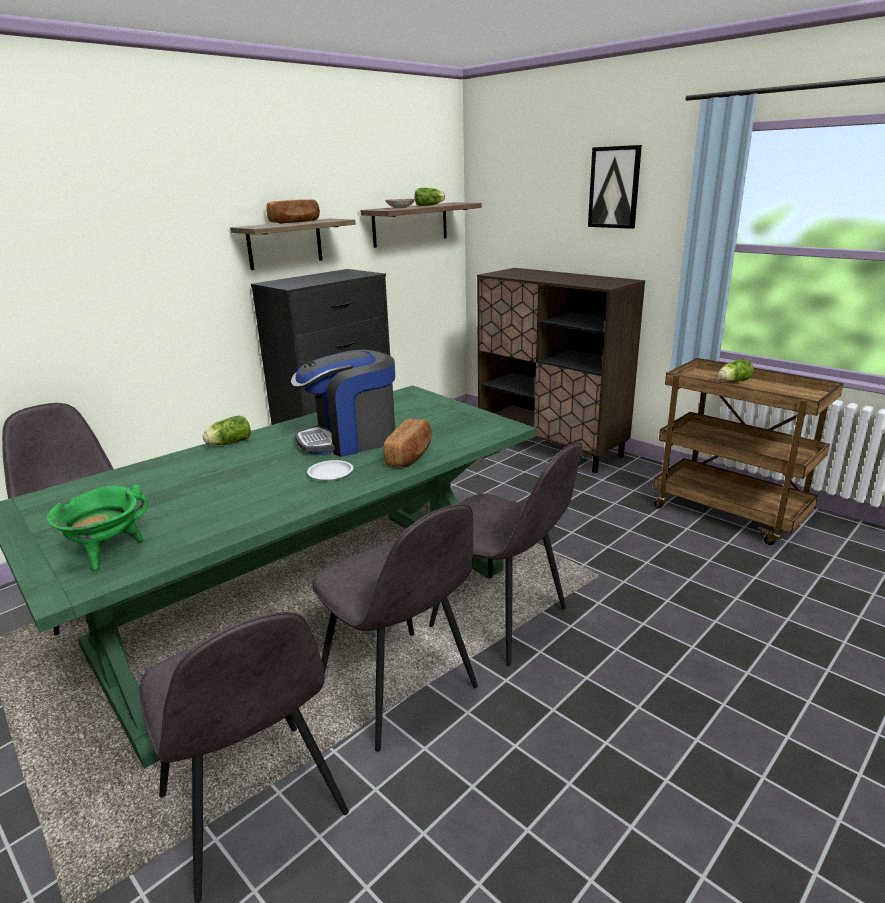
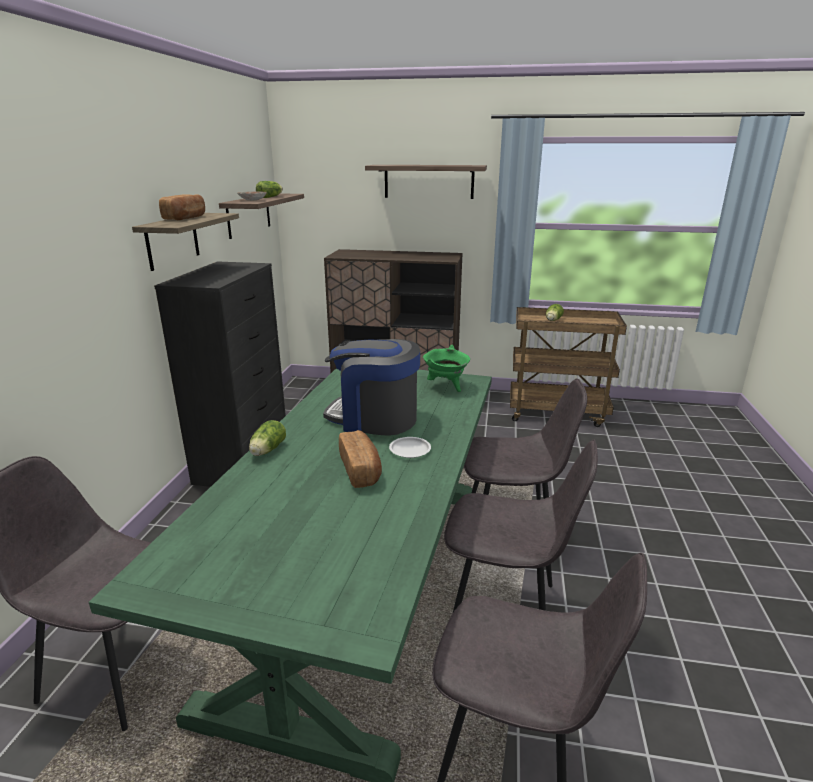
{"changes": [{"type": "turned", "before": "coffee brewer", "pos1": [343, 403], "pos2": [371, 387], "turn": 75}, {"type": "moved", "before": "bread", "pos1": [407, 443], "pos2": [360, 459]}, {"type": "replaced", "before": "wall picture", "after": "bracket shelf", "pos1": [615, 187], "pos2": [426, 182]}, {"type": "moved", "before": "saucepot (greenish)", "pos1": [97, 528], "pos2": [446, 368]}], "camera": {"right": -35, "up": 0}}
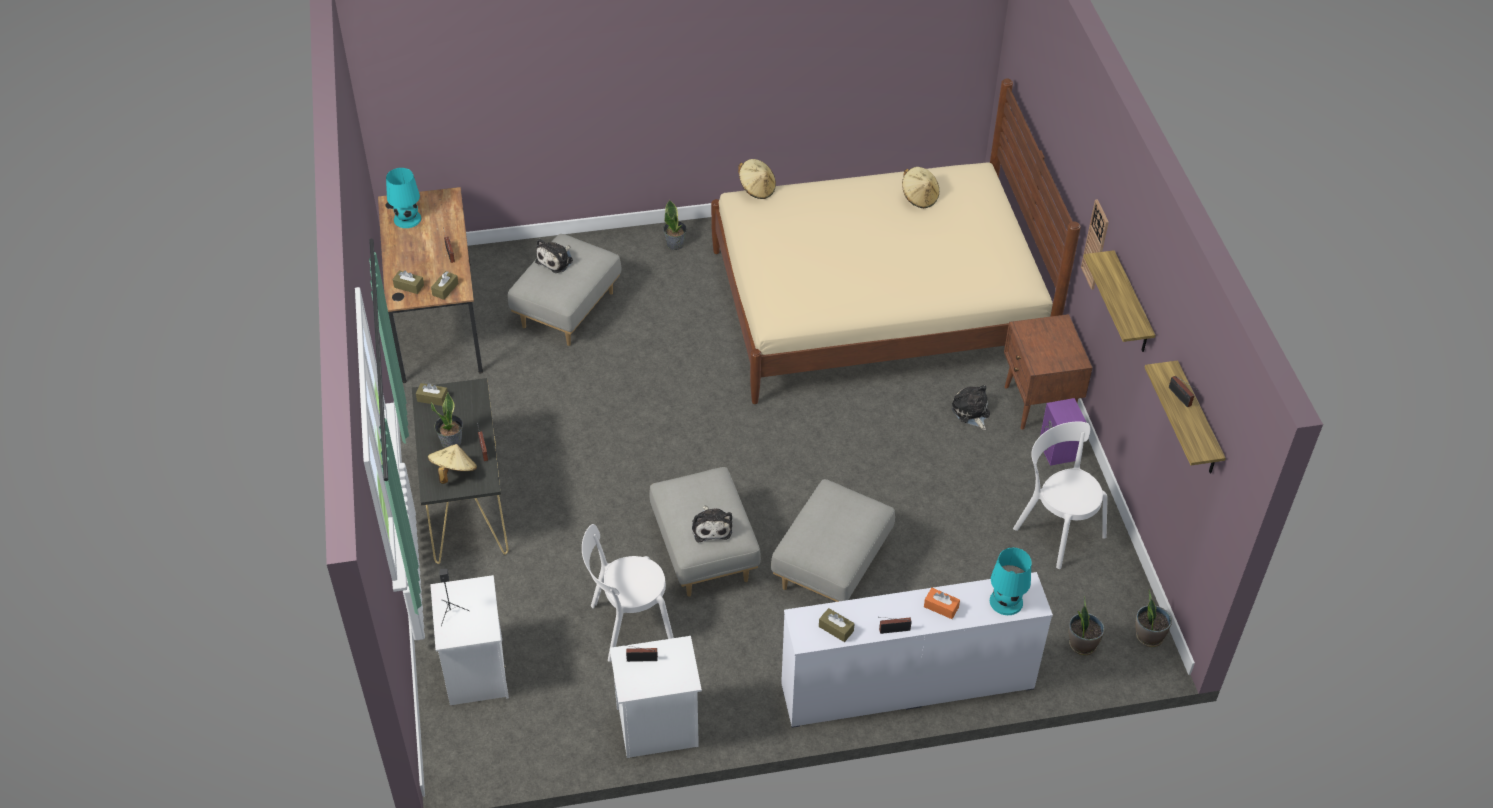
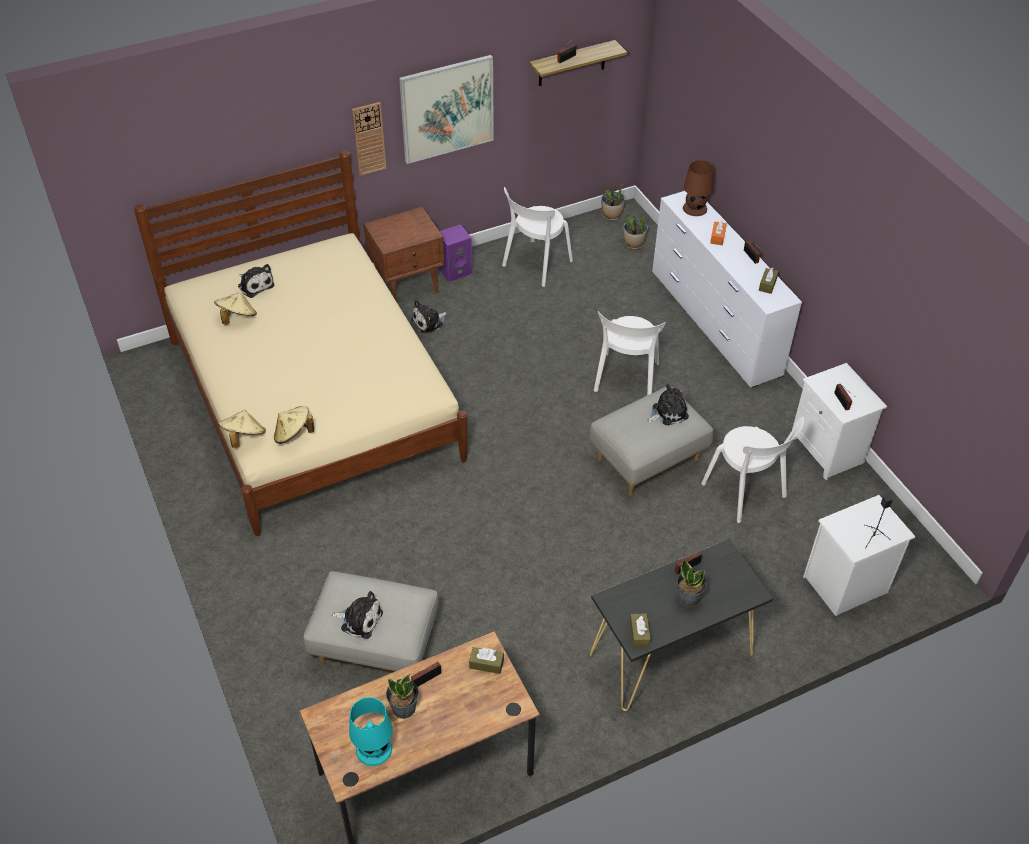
{"changes": [{"type": "added", "after": "soft toy", "pos2": [256, 281]}, {"type": "moved", "before": "clothing hat (beige)", "pos1": [452, 464], "pos2": [294, 425]}, {"type": "moved", "before": "plant in a pot", "pos1": [675, 225], "pos2": [402, 697]}, {"type": "replaced", "before": "bracket shelf", "after": "wall picture", "pos1": [1119, 301], "pos2": [446, 109]}, {"type": "replaced", "before": "footrest (greyish)", "after": "upright chair (white)", "pos1": [833, 540], "pos2": [630, 353]}, {"type": "recoloured", "before": "lamp for a table (blue-green)", "after": "lamp for a table (brownish)", "pos1": [1011, 581], "pos2": [698, 188]}, {"type": "removed", "before": "tissue holder (brownish)", "pos1": [408, 282]}], "camera": {"right": -105, "up": 0}}
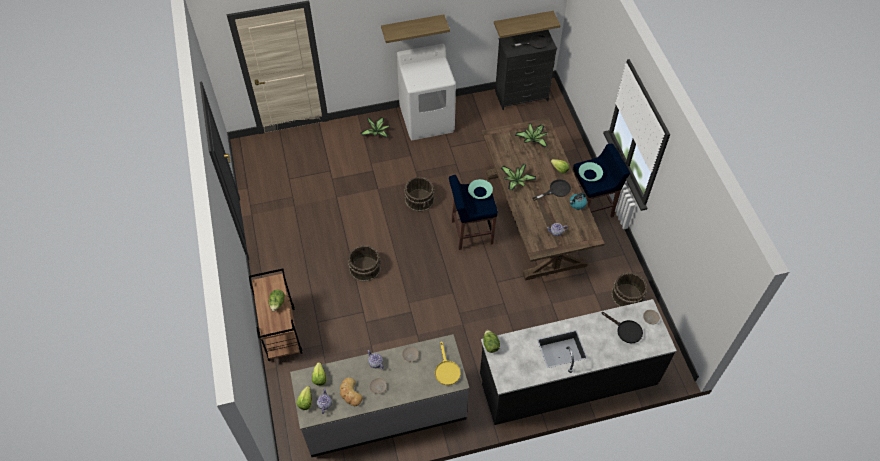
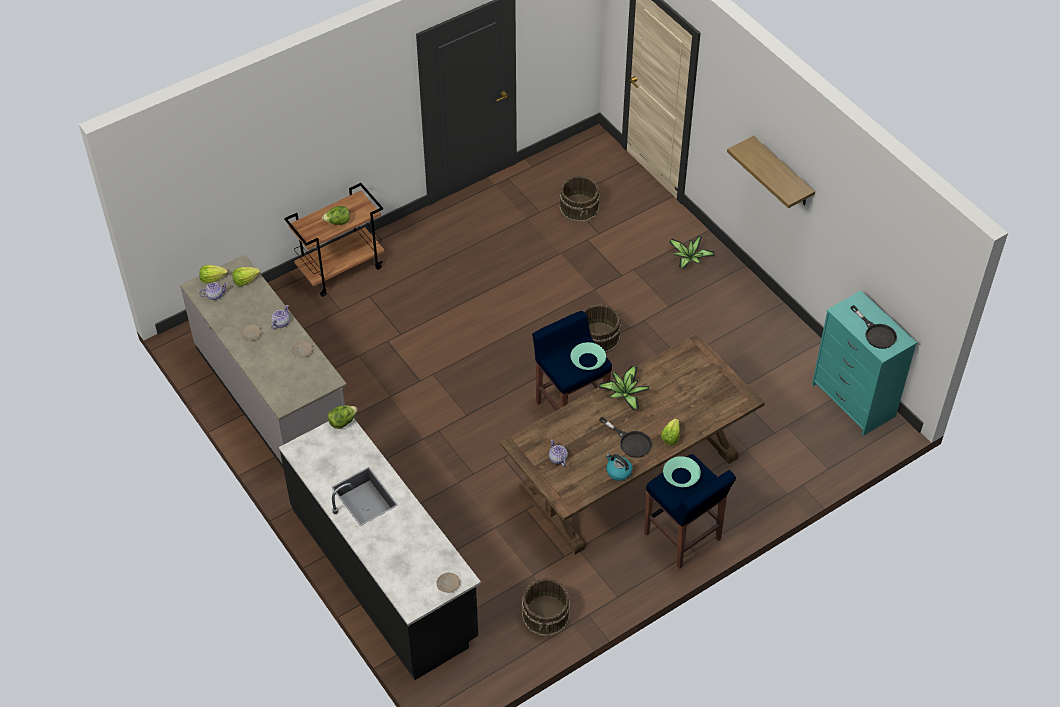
{"changes": [{"type": "moved", "before": "water bucket (brownish)", "pos1": [364, 263], "pos2": [579, 199]}, {"type": "recoloured", "before": "chest of drawers (blackish)", "after": "chest of drawers (blue-green)", "pos1": [526, 70], "pos2": [864, 363]}, {"type": "removed", "before": "bread", "pos1": [351, 392]}, {"type": "removed", "before": "laundry machine (white)", "pos1": [426, 92]}, {"type": "removed", "before": "pan (yellow-coloured)", "pos1": [447, 363]}, {"type": "removed", "before": "bracket shelf", "pos1": [527, 24]}, {"type": "removed", "before": "plant in a pot", "pos1": [531, 135]}, {"type": "removed", "before": "pan (blackish)", "pos1": [622, 327]}], "camera": {"right": 70, "up": -5}}
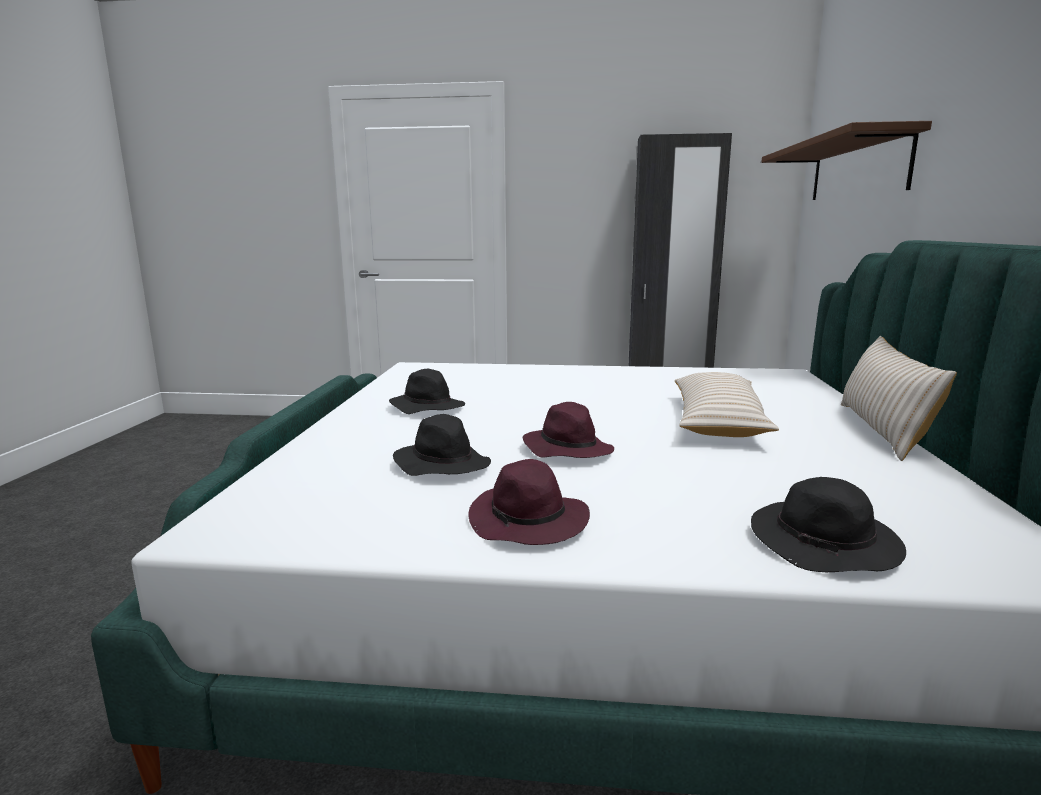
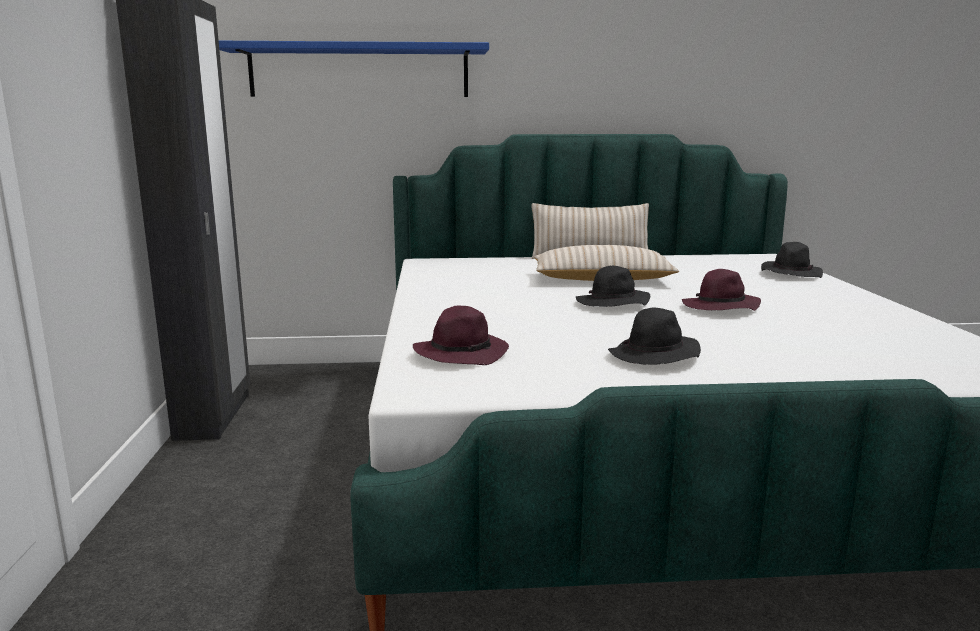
{"changes": [{"type": "recoloured", "before": "bracket shelf (brownish)", "after": "bracket shelf (blue)", "pos1": [846, 160], "pos2": [354, 69]}, {"type": "moved", "before": "clothing hat (purple-coloured)", "pos1": [529, 502], "pos2": [461, 335]}, {"type": "moved", "before": "clothing hat (blackish)", "pos1": [442, 445], "pos2": [613, 286]}], "camera": {"right": -100, "up": 0}}
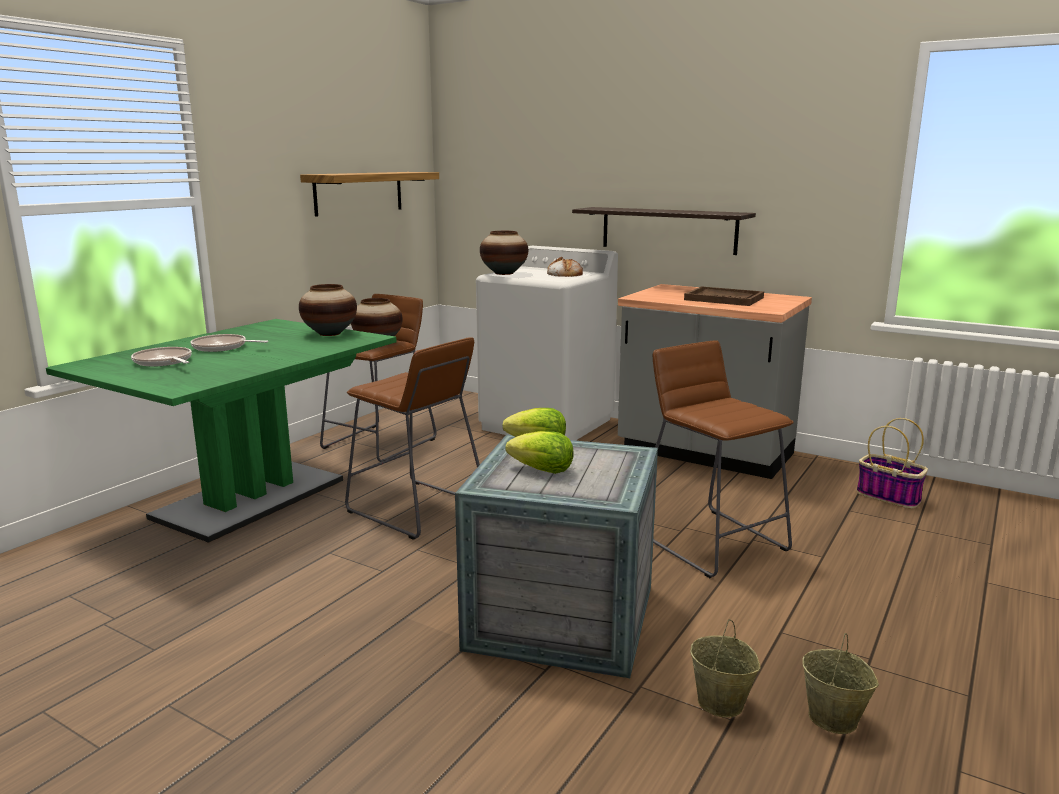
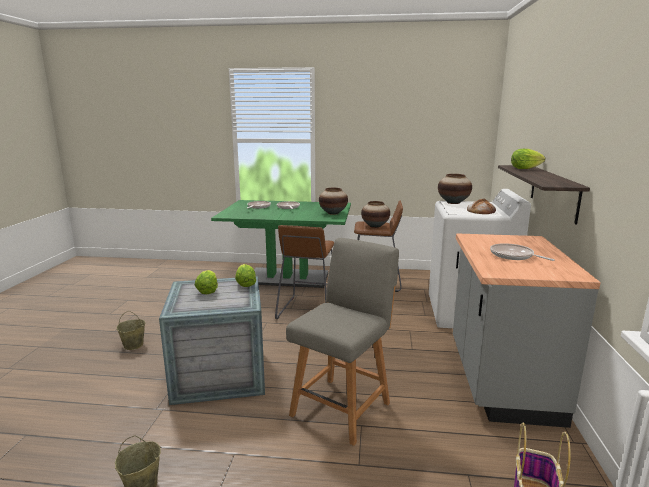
{"changes": [{"type": "moved", "before": "water bucket (beige)", "pos1": [725, 668], "pos2": [131, 330]}, {"type": "replaced", "before": "stool seat (brownish)", "after": "upright chair (greyish)", "pos1": [723, 459], "pos2": [342, 342]}, {"type": "replaced", "before": "tray (brownish)", "after": "pan", "pos1": [724, 296], "pos2": [522, 252]}, {"type": "added", "after": "lettuce", "pos2": [528, 159]}, {"type": "removed", "before": "bracket shelf", "pos1": [369, 194]}], "camera": {"right": 65, "up": 0}}
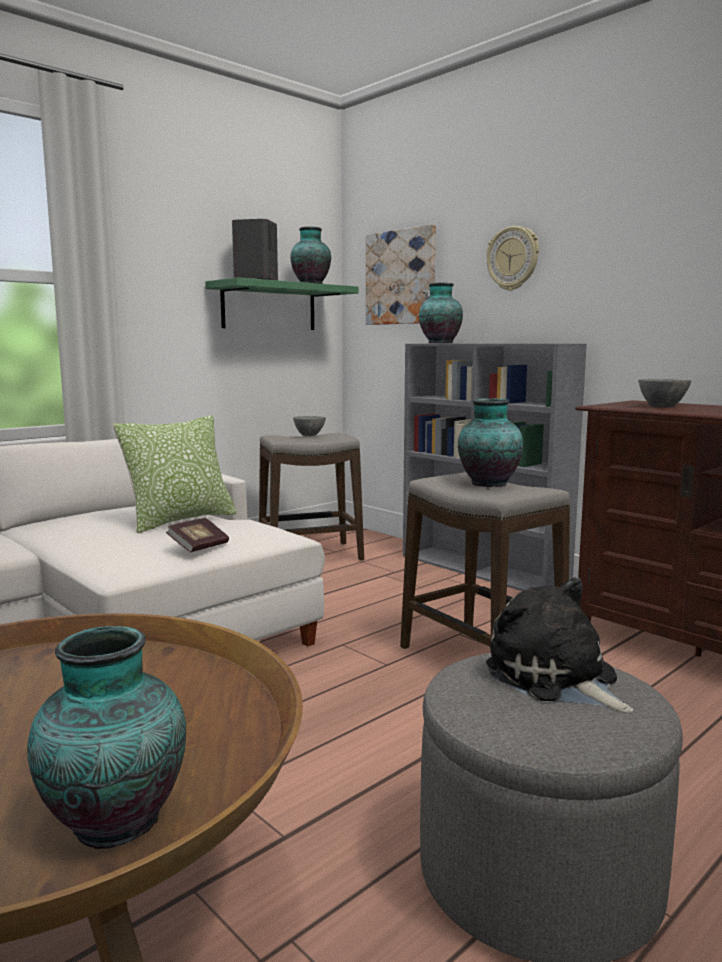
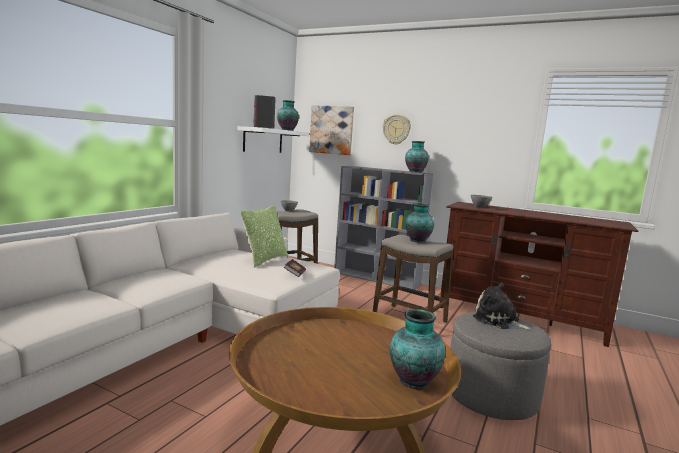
{"changes": [{"type": "recoloured", "before": "bracket shelf (greenish)", "after": "bracket shelf (white)", "pos1": [281, 303], "pos2": [273, 139]}, {"type": "moved", "before": "flower vase", "pos1": [441, 313], "pos2": [417, 157]}], "camera": {"right": -20, "up": 0}}
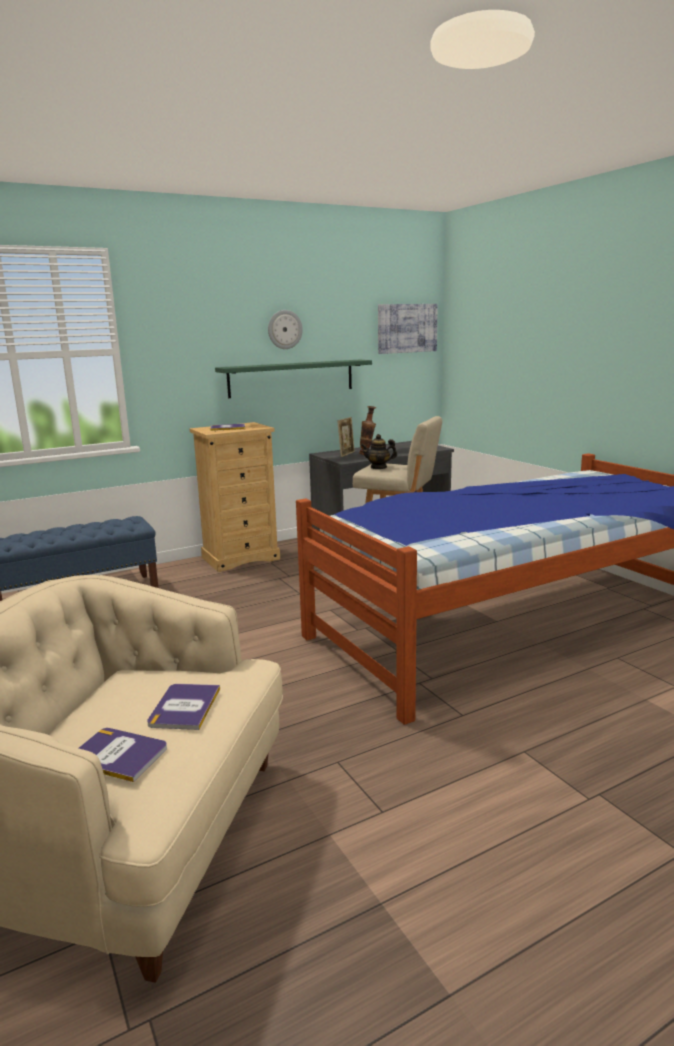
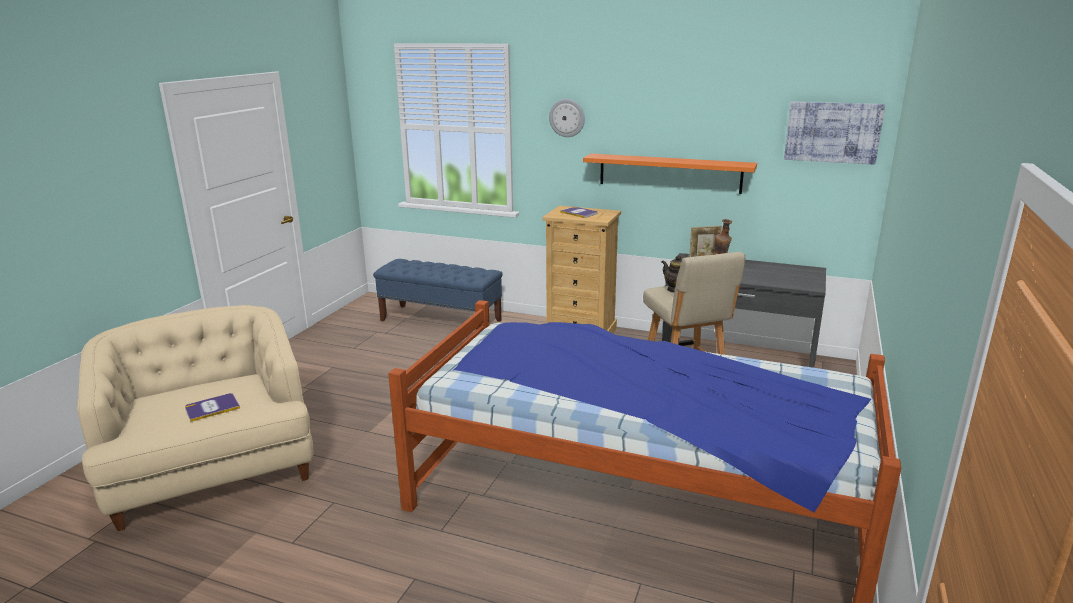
{"changes": [{"type": "moved", "before": "clock on the wall", "pos1": [285, 329], "pos2": [567, 118]}, {"type": "recoloured", "before": "bracket shelf (greenish)", "after": "bracket shelf (orangey)", "pos1": [293, 379], "pos2": [670, 174]}, {"type": "removed", "before": "book", "pos1": [123, 755]}], "camera": {"right": 50, "up": 5}}
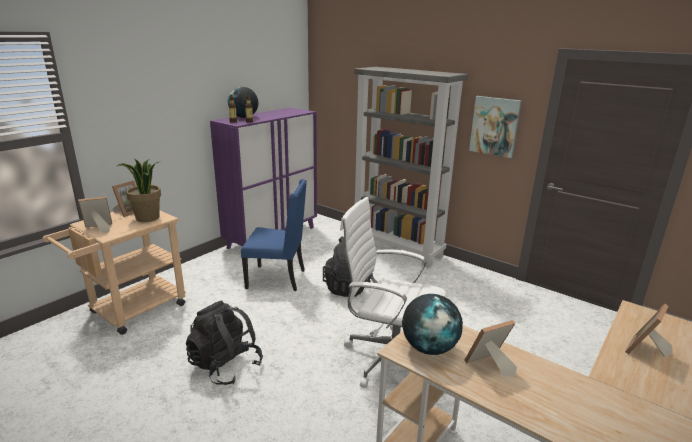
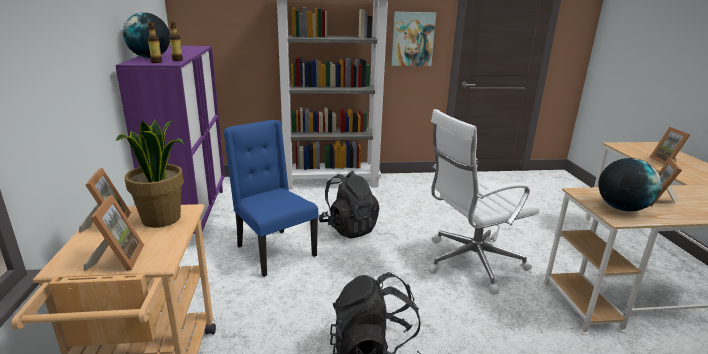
{"changes": [{"type": "turned", "before": "photo frame", "pos1": [95, 214], "pos2": [114, 233], "turn": 150}, {"type": "turned", "before": "upright chair (blue)", "pos1": [274, 235], "pos2": [271, 198], "turn": -90}], "camera": {"right": -45, "up": 0}}
